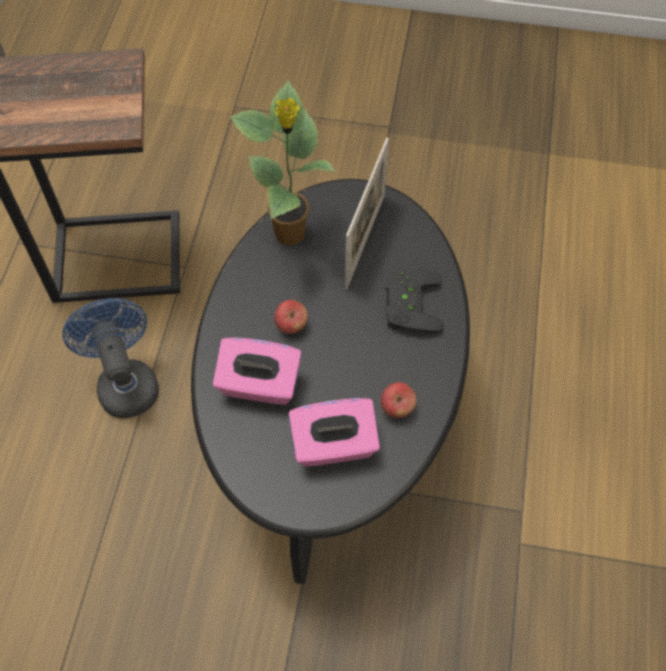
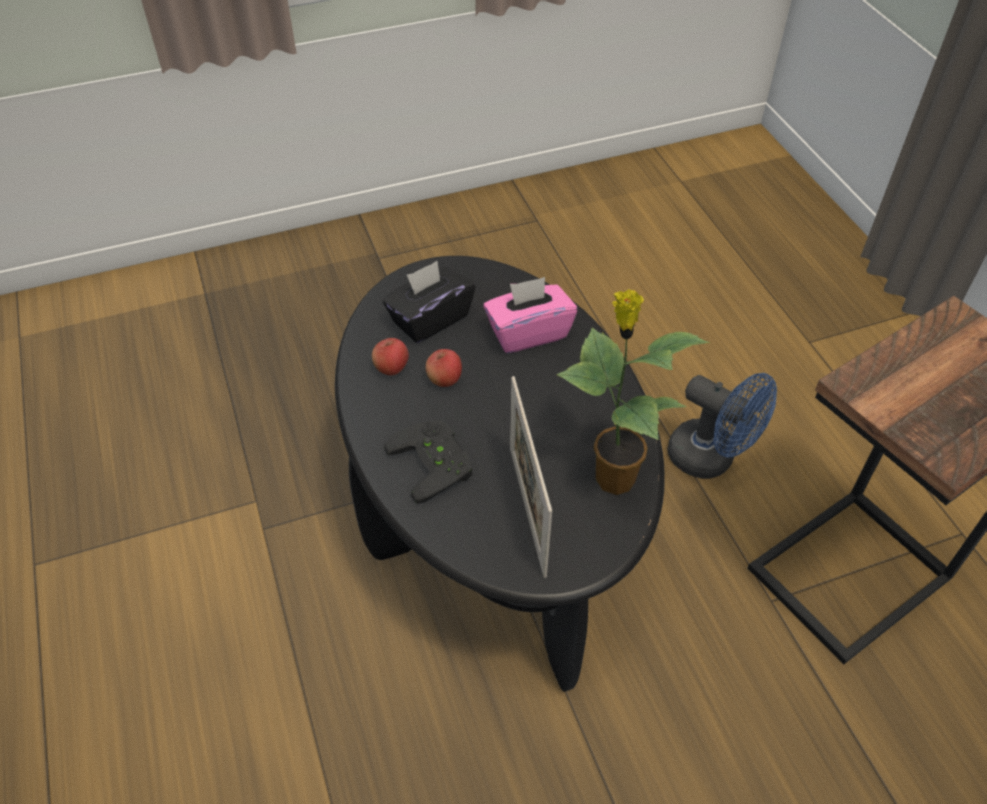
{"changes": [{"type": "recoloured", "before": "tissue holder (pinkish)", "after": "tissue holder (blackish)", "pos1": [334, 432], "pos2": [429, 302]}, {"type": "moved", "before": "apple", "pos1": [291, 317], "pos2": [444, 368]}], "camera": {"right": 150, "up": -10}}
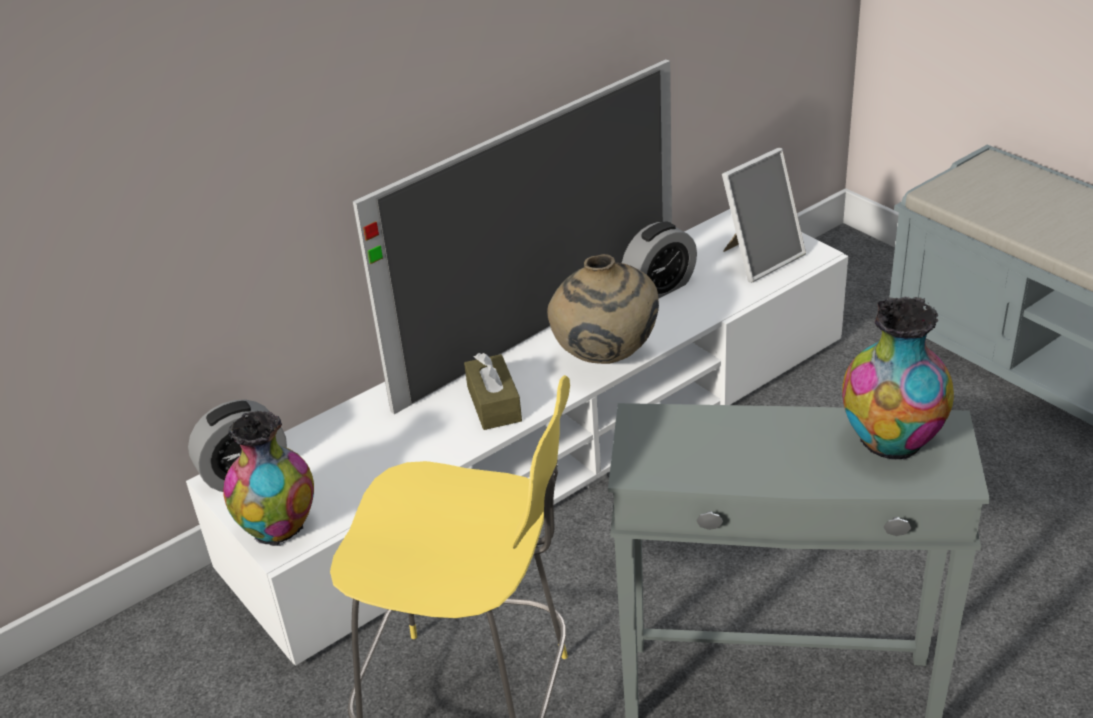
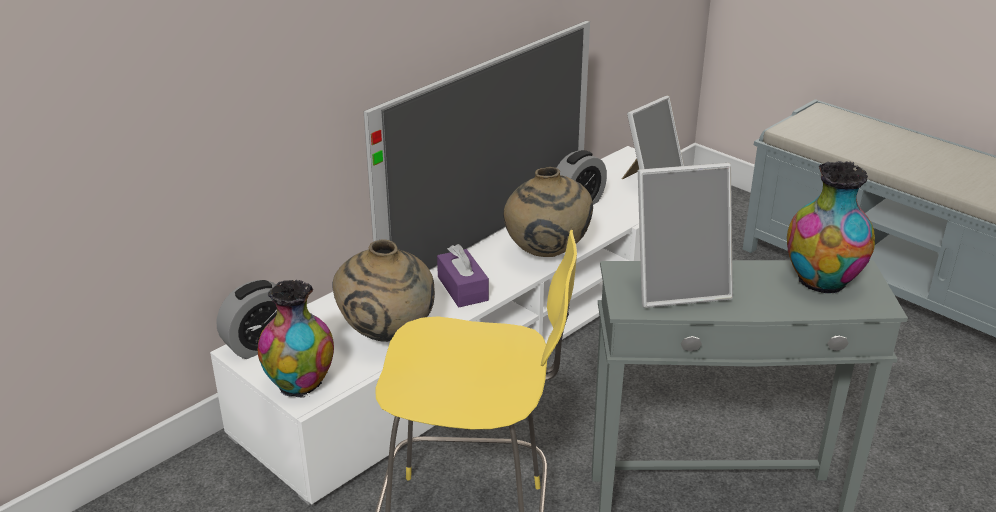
{"changes": [{"type": "added", "after": "flower vase (beige)", "pos2": [383, 290]}, {"type": "recoloured", "before": "tissue holder (brownish)", "after": "tissue holder (purple-coloured)", "pos1": [493, 391], "pos2": [463, 275]}, {"type": "added", "after": "photo frame", "pos2": [685, 235]}], "camera": {"right": -10, "up": -5}}
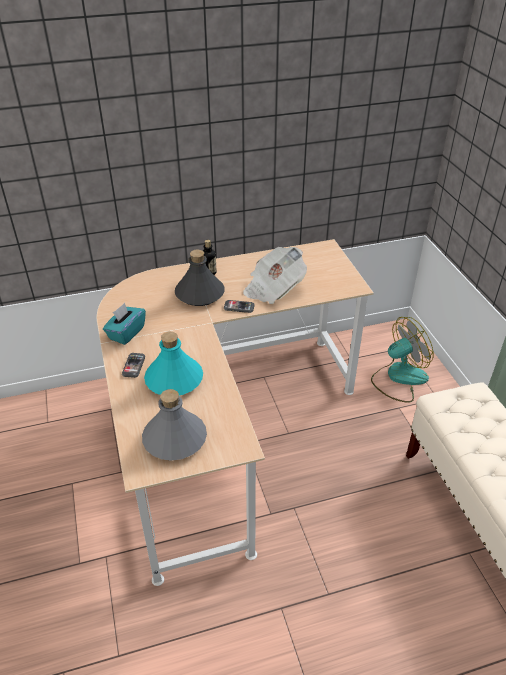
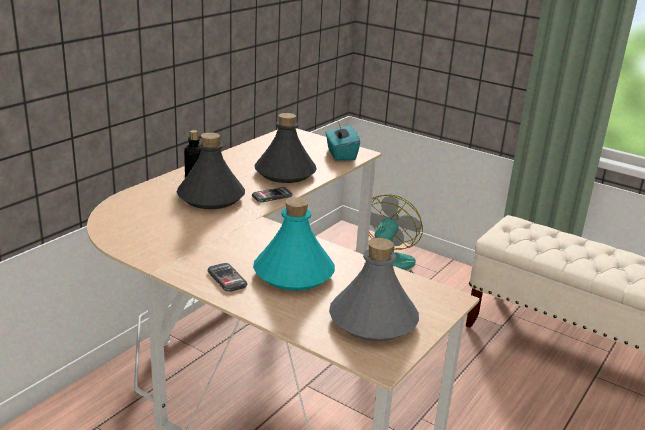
{"changes": [{"type": "replaced", "before": "newspaper", "after": "beverage bottle (greyish)", "pos1": [275, 275], "pos2": [285, 148]}, {"type": "moved", "before": "tissue holder (blue-green)", "pos1": [124, 324], "pos2": [342, 141]}], "camera": {"right": -40, "up": -15}}
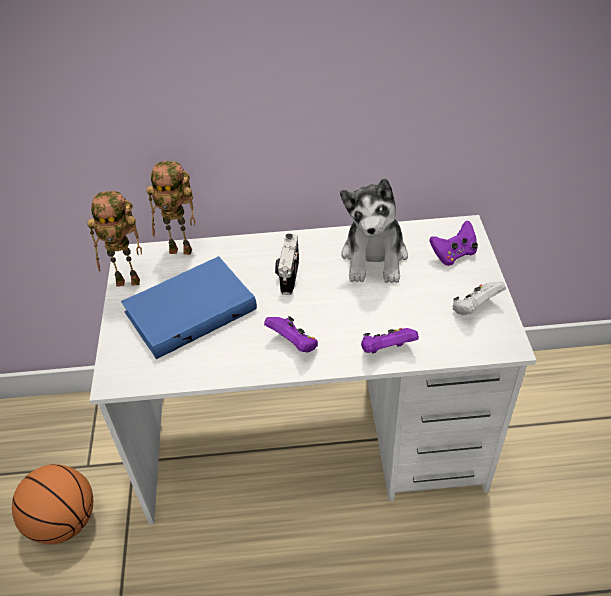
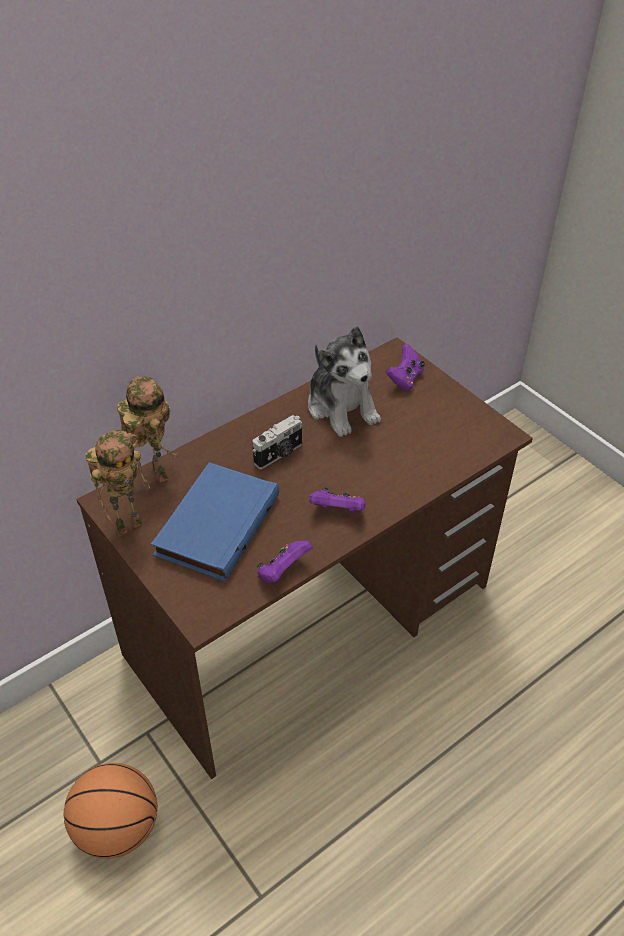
{"changes": [{"type": "recoloured", "before": "desk (white)", "after": "desk (brownish)", "pos1": [312, 370], "pos2": [304, 558]}, {"type": "turned", "before": "robot figure", "pos1": [171, 208], "pos2": [148, 429], "turn": -90}, {"type": "turned", "before": "still camera", "pos1": [287, 264], "pos2": [277, 442], "turn": -105}, {"type": "moved", "before": "gamepad (purple-coloured)", "pos1": [390, 341], "pos2": [285, 561]}, {"type": "removed", "before": "gamepad (white)", "pos1": [479, 298]}], "camera": {"right": -35, "up": 0}}
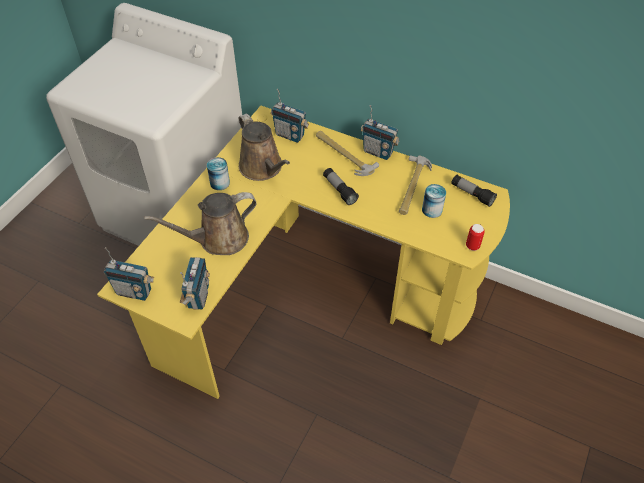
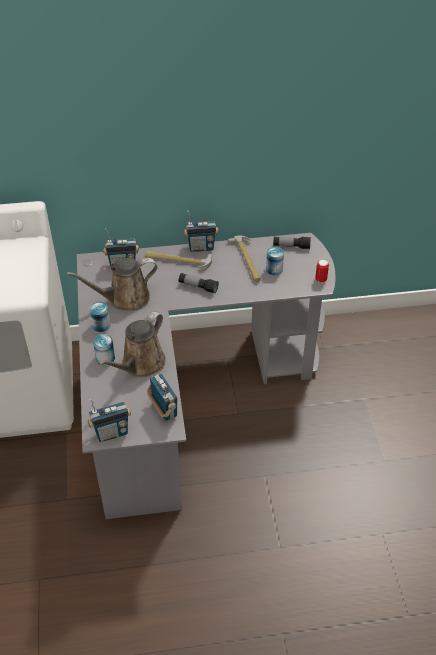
{"changes": [{"type": "turned", "before": "sprinkling can (brownish)", "pos1": [264, 147], "pos2": [112, 284], "turn": 135}, {"type": "recoloured", "before": "desk (yellow-coloured)", "after": "desk (greyish)", "pos1": [303, 252], "pos2": [206, 376]}, {"type": "added", "after": "metal can", "pos2": [104, 349]}], "camera": {"right": -35, "up": -5}}
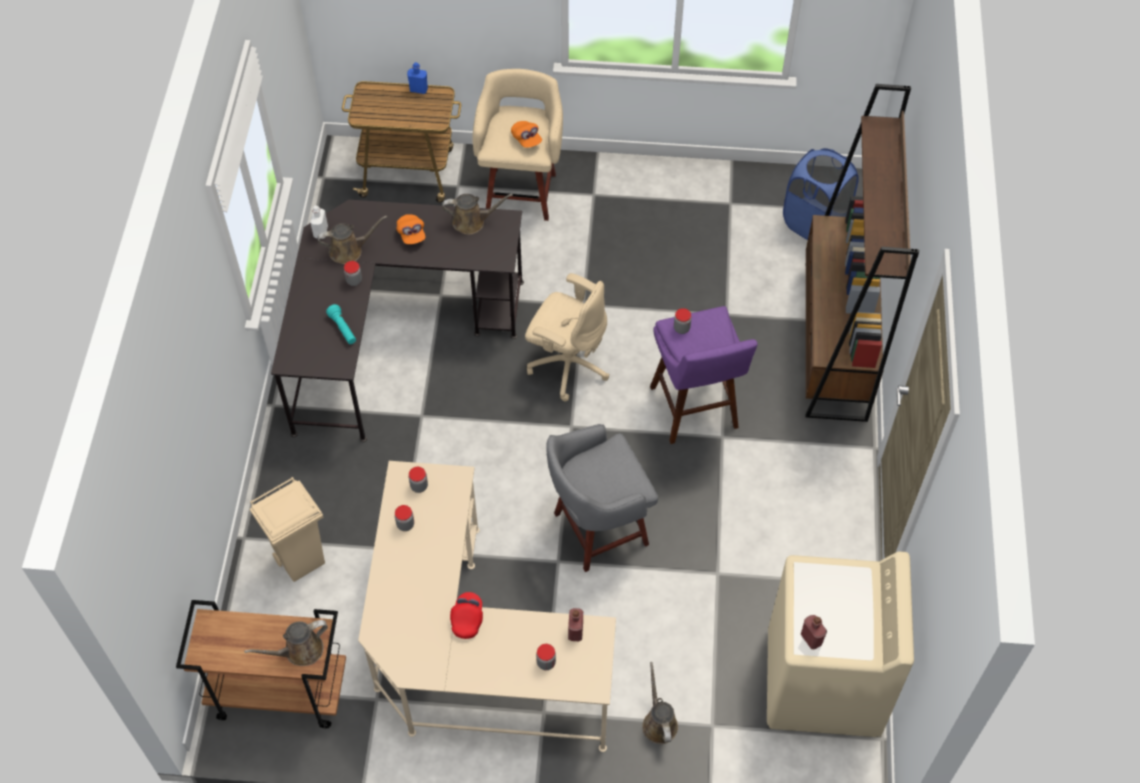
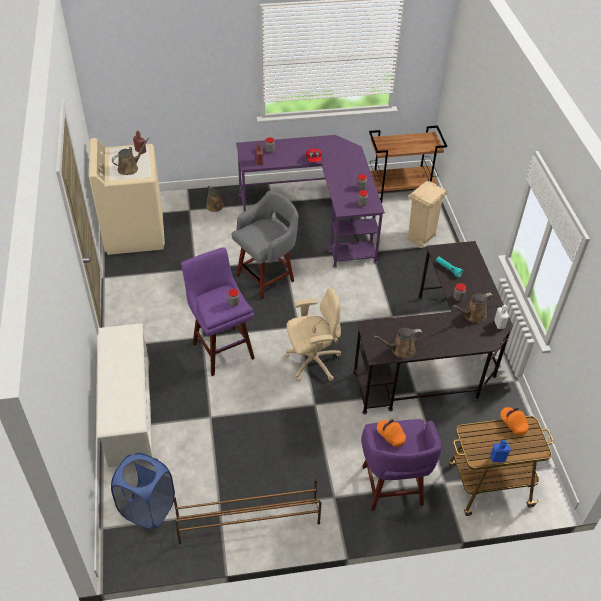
{"changes": [{"type": "replaced", "before": "bookshelf (brownish)", "after": "shoe stand (white)", "pos1": [862, 253], "pos2": [125, 395]}, {"type": "moved", "before": "sprinkling can (brownish)", "pos1": [286, 643], "pos2": [131, 156]}, {"type": "added", "after": "shoe stand (brownish)", "pos2": [247, 511]}, {"type": "recoloured", "before": "desk (beige)", "after": "desk (purple-coloured)", "pos1": [487, 606], "pos2": [310, 201]}, {"type": "turned", "before": "computer chair (beige)", "pos1": [567, 337], "pos2": [313, 335], "turn": 150}, {"type": "recoloured", "before": "stool seat (beige)", "after": "stool seat (purple-coloured)", "pos1": [517, 145], "pos2": [401, 465]}, {"type": "moved", "before": "baseball cap (orangey)", "pos1": [410, 229], "pos2": [514, 421]}], "camera": {"right": 165, "up": -10}}
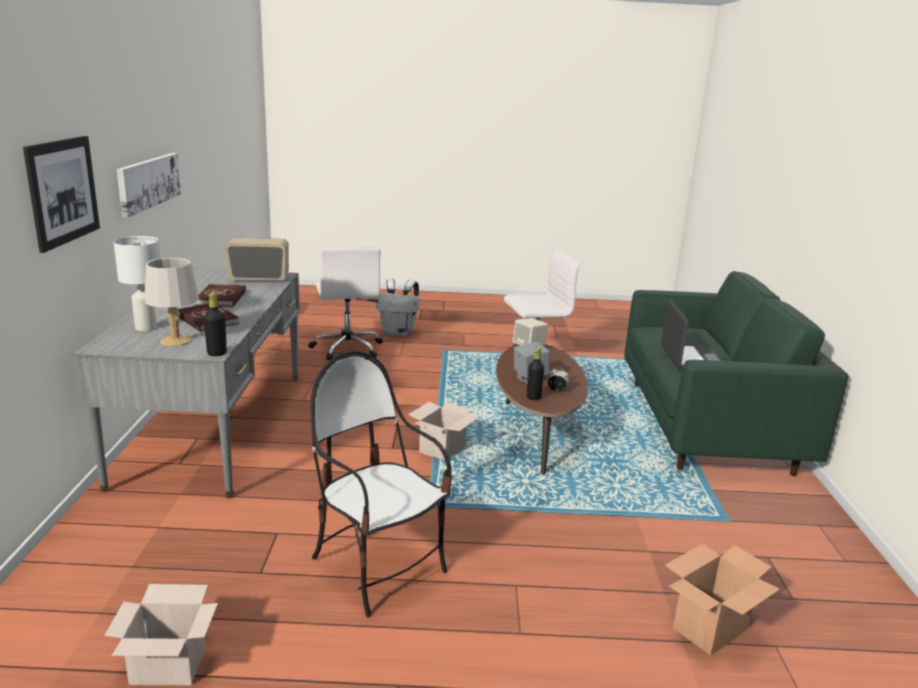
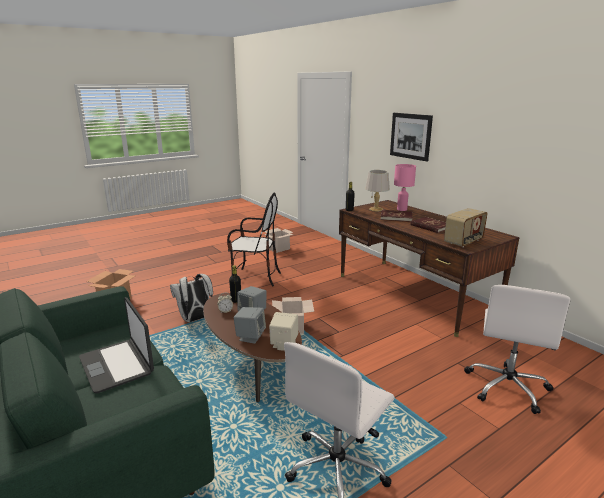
{"changes": [{"type": "moved", "before": "rucksack (white)", "pos1": [398, 307], "pos2": [191, 298]}, {"type": "added", "after": "speaker (greyish)", "pos2": [250, 325]}, {"type": "recoloured", "before": "desk (greyish)", "after": "desk (brownish)", "pos1": [186, 383], "pos2": [429, 268]}, {"type": "recoloured", "before": "lamp for a table (white)", "after": "lamp for a table (pinkish)", "pos1": [137, 283], "pos2": [405, 187]}, {"type": "turned", "before": "computer chair (white)", "pos1": [345, 303], "pos2": [517, 349], "turn": -105}, {"type": "removed", "before": "wall picture", "pos1": [149, 185]}], "camera": {"right": 145, "up": 0}}
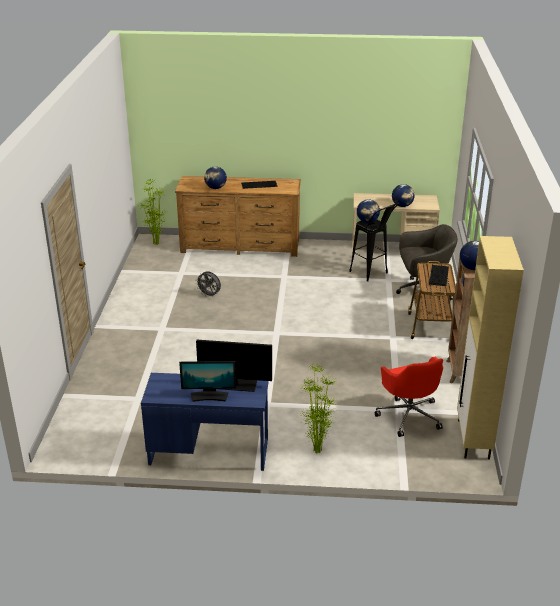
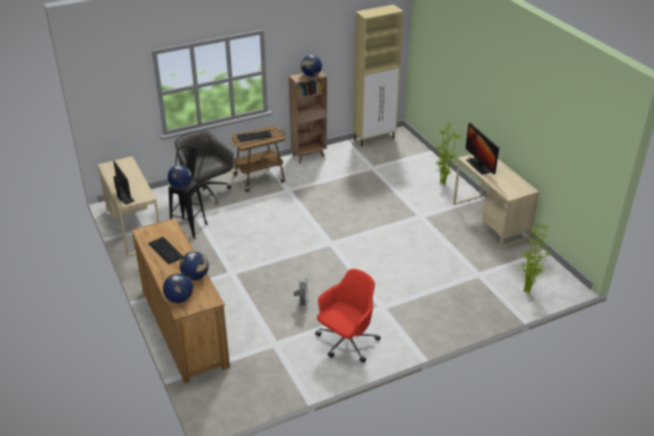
{"changes": [{"type": "moved", "before": "computer screen", "pos1": [207, 381], "pos2": [124, 182]}, {"type": "moved", "before": "globe", "pos1": [403, 195], "pos2": [178, 288]}, {"type": "moved", "before": "computer chair (red-coloured)", "pos1": [409, 397], "pos2": [348, 316]}, {"type": "recoloured", "before": "desk (blue)", "after": "desk (beige)", "pos1": [205, 422], "pos2": [496, 201]}, {"type": "moved", "before": "plant in a pot", "pos1": [153, 211], "pos2": [536, 258]}], "camera": {"right": -120, "up": 5}}
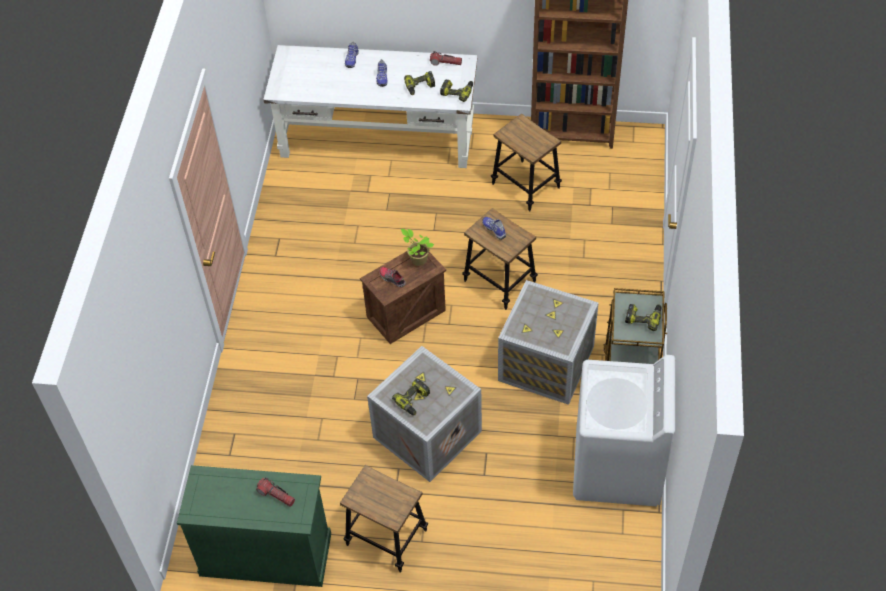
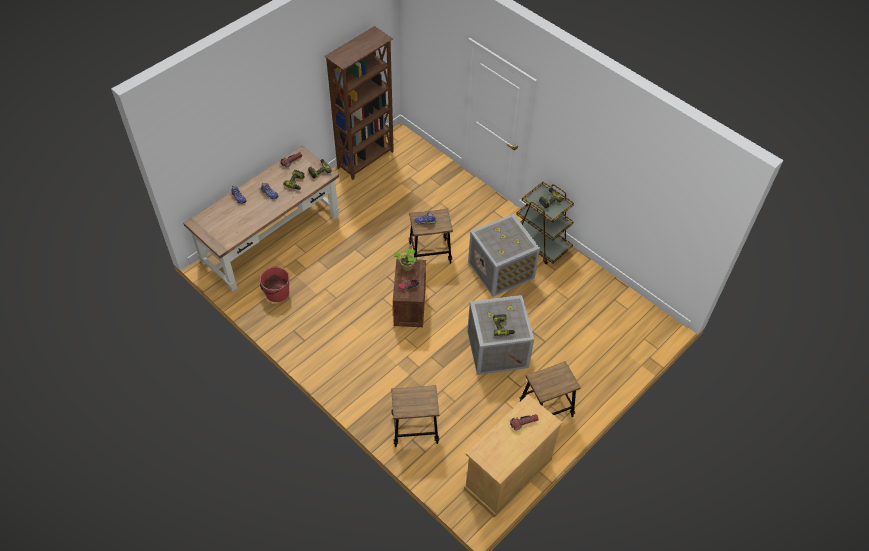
{"changes": [{"type": "recoloured", "before": "desk (white)", "after": "desk (brownish)", "pos1": [370, 106], "pos2": [261, 219]}, {"type": "added", "after": "water bucket (red-coloured)", "pos2": [274, 284]}, {"type": "moved", "before": "stool seat", "pos1": [526, 162], "pos2": [415, 416]}, {"type": "recoloured", "before": "cupboard (greenish)", "after": "cupboard (beige)", "pos1": [254, 526], "pos2": [513, 456]}, {"type": "removed", "before": "laundry machine (white)", "pos1": [624, 431]}], "camera": {"right": -55, "up": 0}}
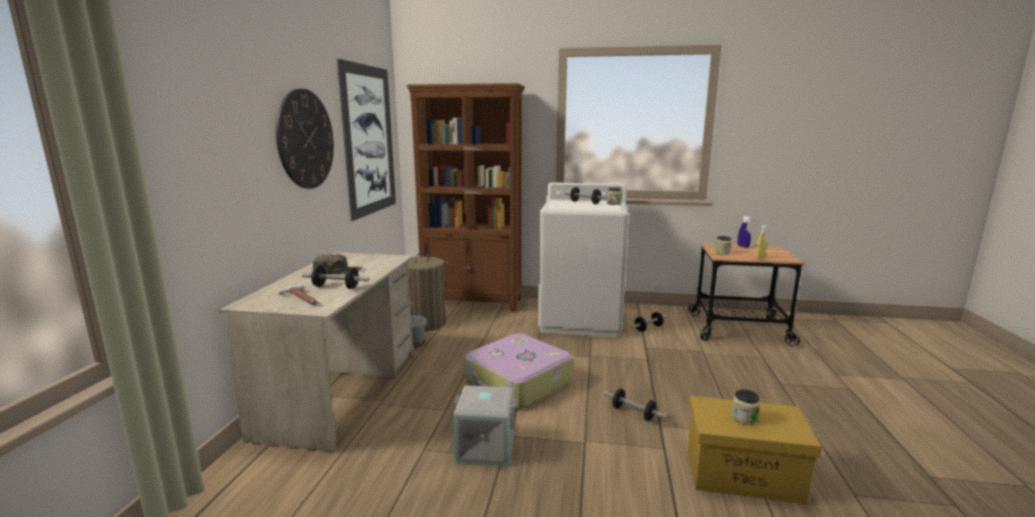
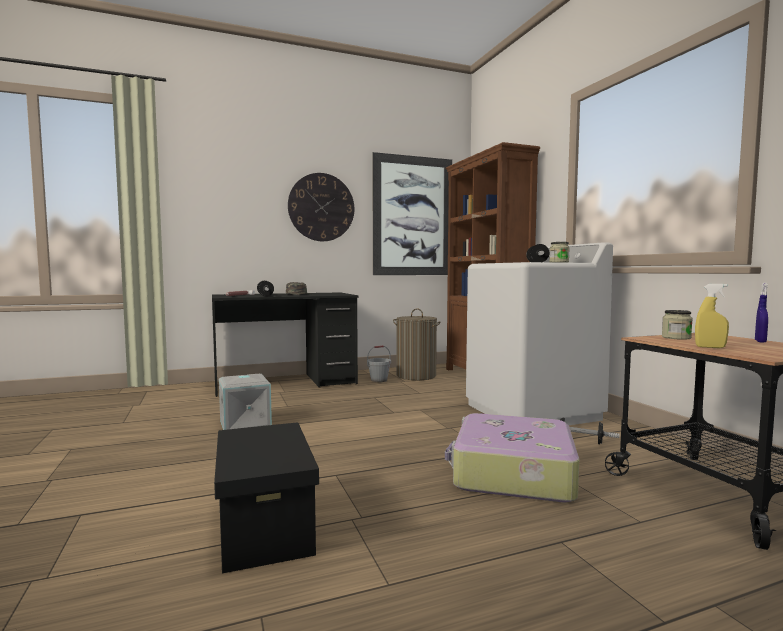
{"changes": [{"type": "recoloured", "before": "desk (beige)", "after": "desk (blackish)", "pos1": [316, 352], "pos2": [285, 344]}, {"type": "recoloured", "before": "storage bin (yellow-coloured)", "after": "storage bin (blackish)", "pos1": [755, 450], "pos2": [266, 497]}, {"type": "moved", "before": "suitcase", "pos1": [519, 371], "pos2": [512, 457]}, {"type": "removed", "before": "hand weight", "pos1": [635, 405]}, {"type": "removed", "before": "jar", "pos1": [745, 407]}], "camera": {"right": 60, "up": -10}}
